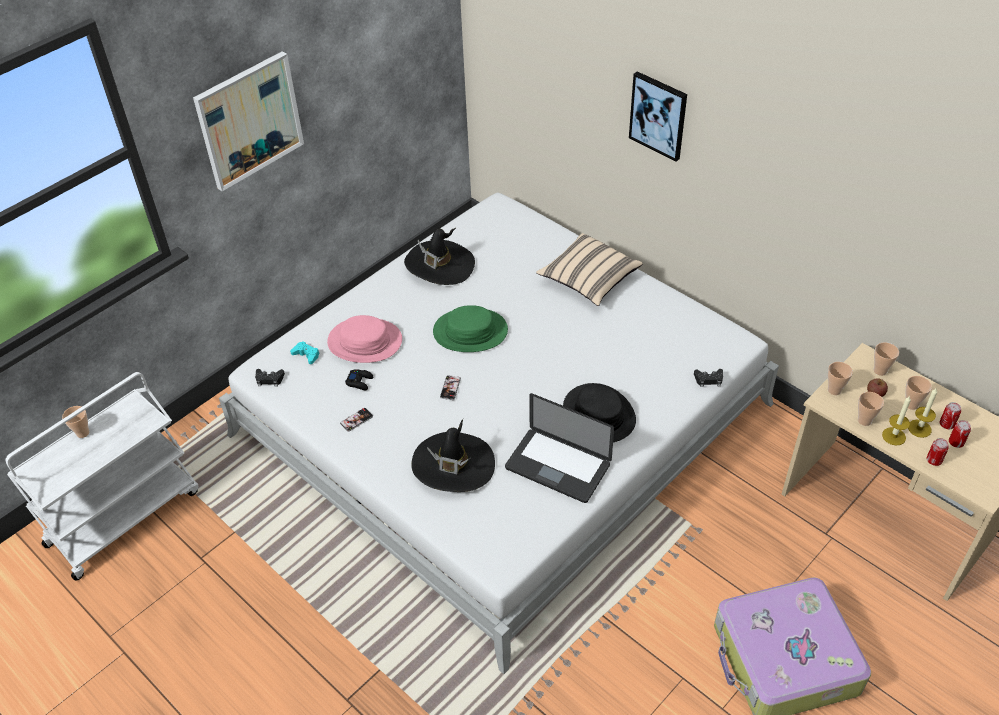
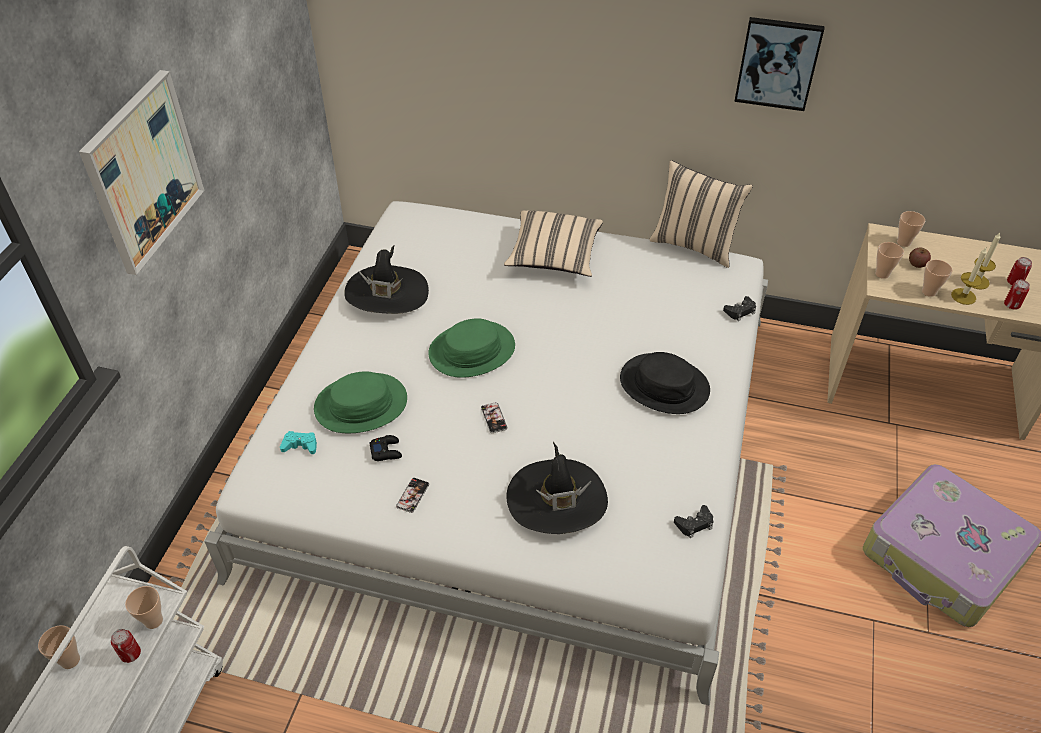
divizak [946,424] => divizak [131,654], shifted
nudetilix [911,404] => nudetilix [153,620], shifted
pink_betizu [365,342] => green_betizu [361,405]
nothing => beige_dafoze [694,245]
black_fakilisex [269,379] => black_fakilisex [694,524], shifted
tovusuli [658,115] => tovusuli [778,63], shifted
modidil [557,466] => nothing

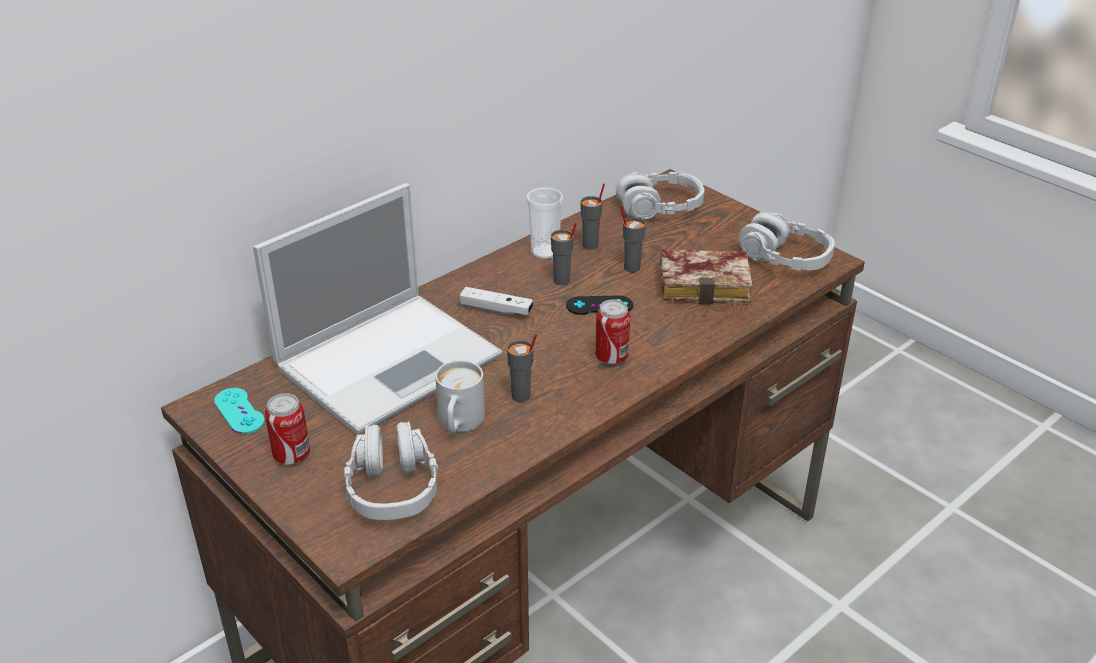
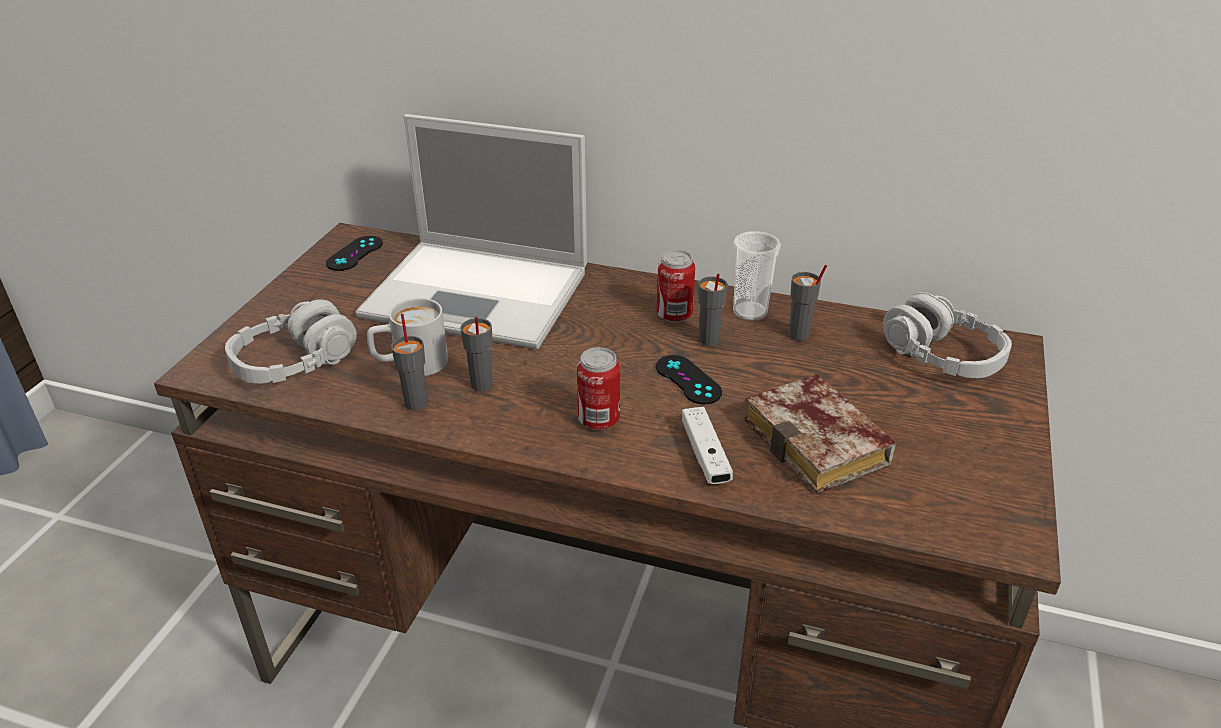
turquoise_fakilisex [239,411] => black_fakilisex [355,254]
grey_nudetilix [631,267] => grey_nudetilix [416,403], shifted
divizak [292,455] => divizak [674,315], shifted
white_fakilisex [496,309] => white_fakilisex [705,455], shifted
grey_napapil [784,258] => nothing

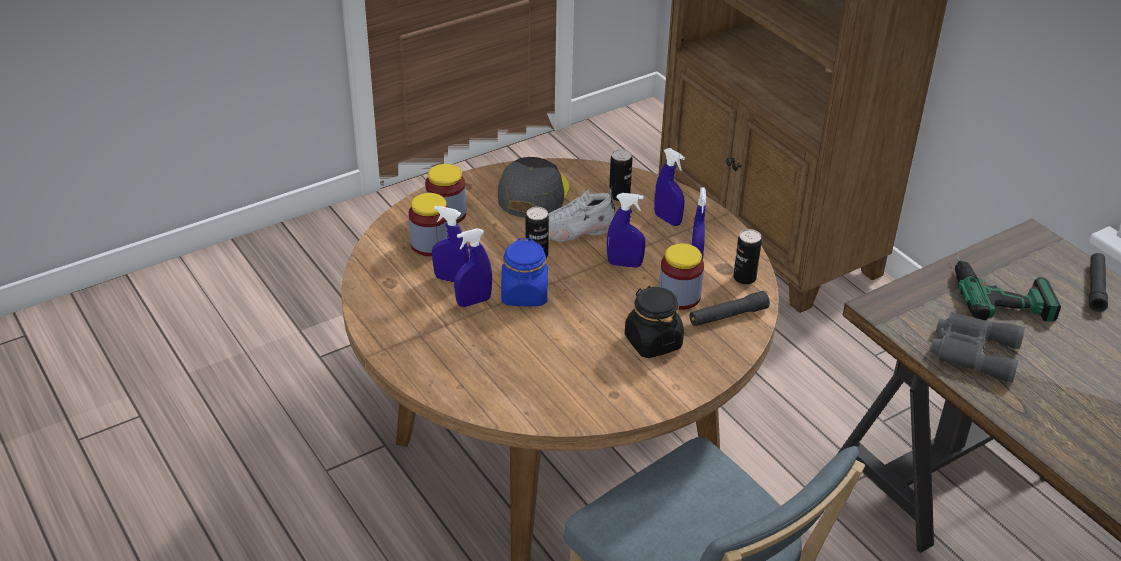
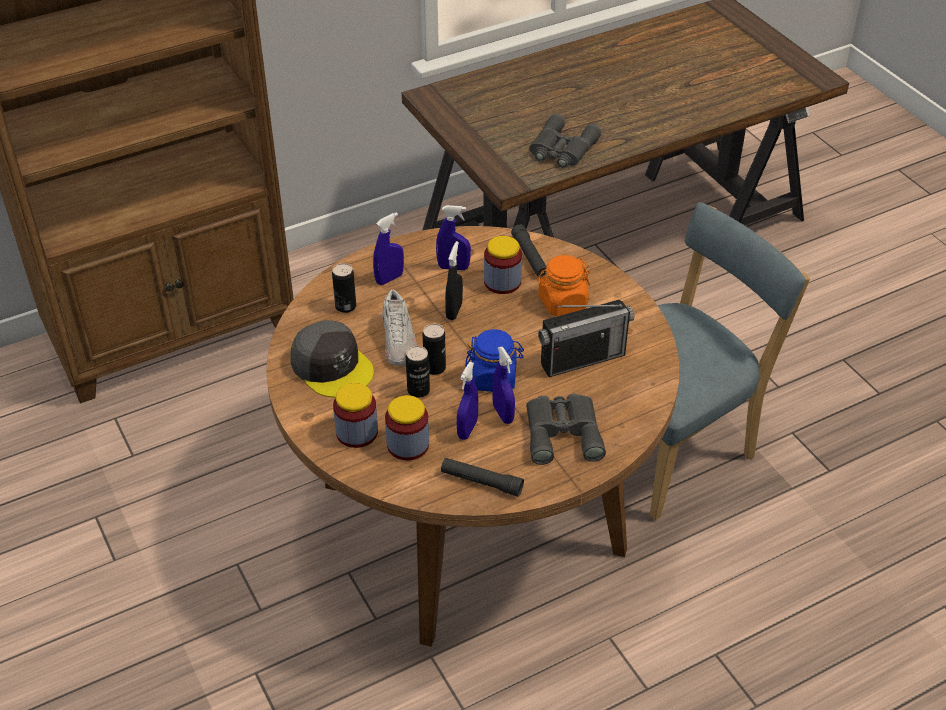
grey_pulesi [533,194] => grey_pulesi [332,366], 150 degrees counterclockwise
divizak [744,278] => divizak [418,390], shifted
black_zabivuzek [1095,287] => black_zabivuzek [481,482], shifted
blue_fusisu [624,264] => black_fusisu [454,311]
nothing => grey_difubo [563,432]
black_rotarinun [652,342] => orange_rotarinun [562,303]
nothing => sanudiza [582,359]
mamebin [997,290] => nothing

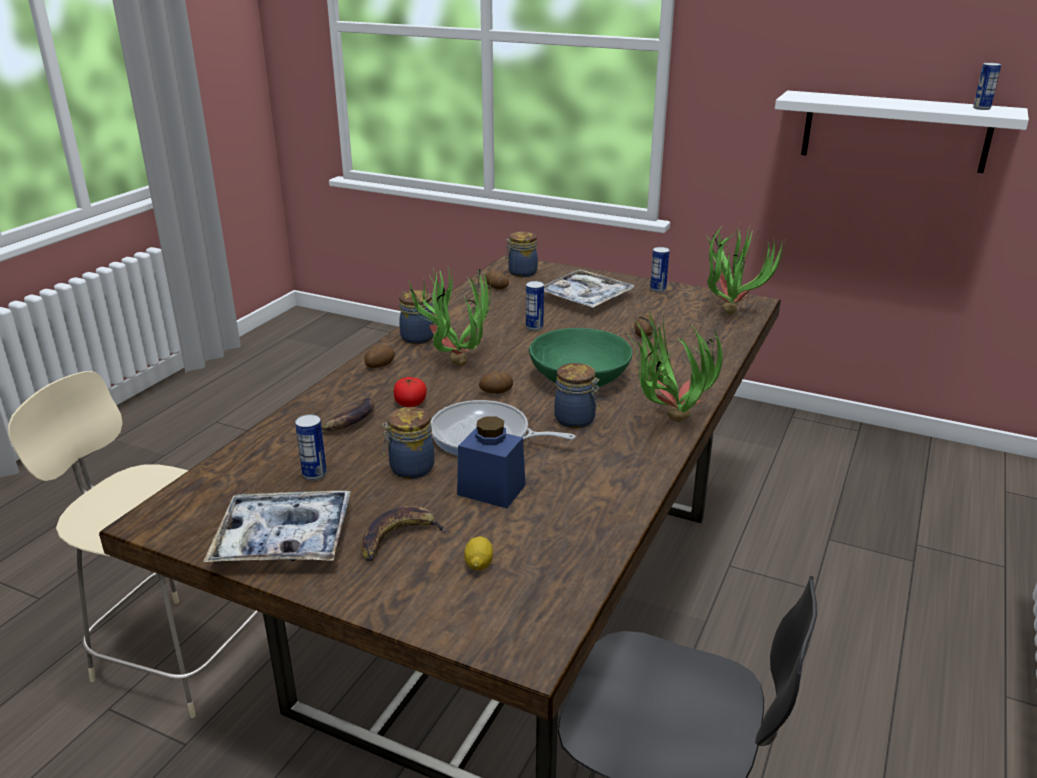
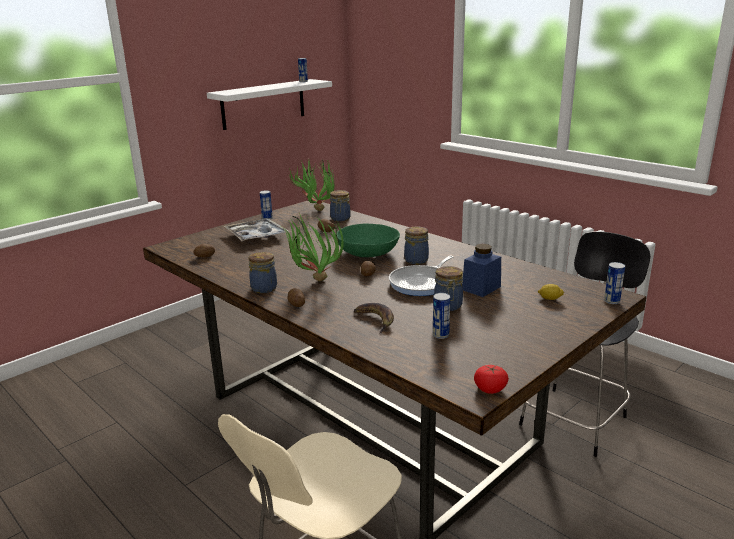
rotarinun [521,273] => rotarinun [340,219], shifted
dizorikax [410,403] => dizorikax [490,388], shifted
divizak [534,327] => divizak [611,301], shifted
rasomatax [284,539] => nothing
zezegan [399,538] => nothing
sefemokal [666,421] => nothing

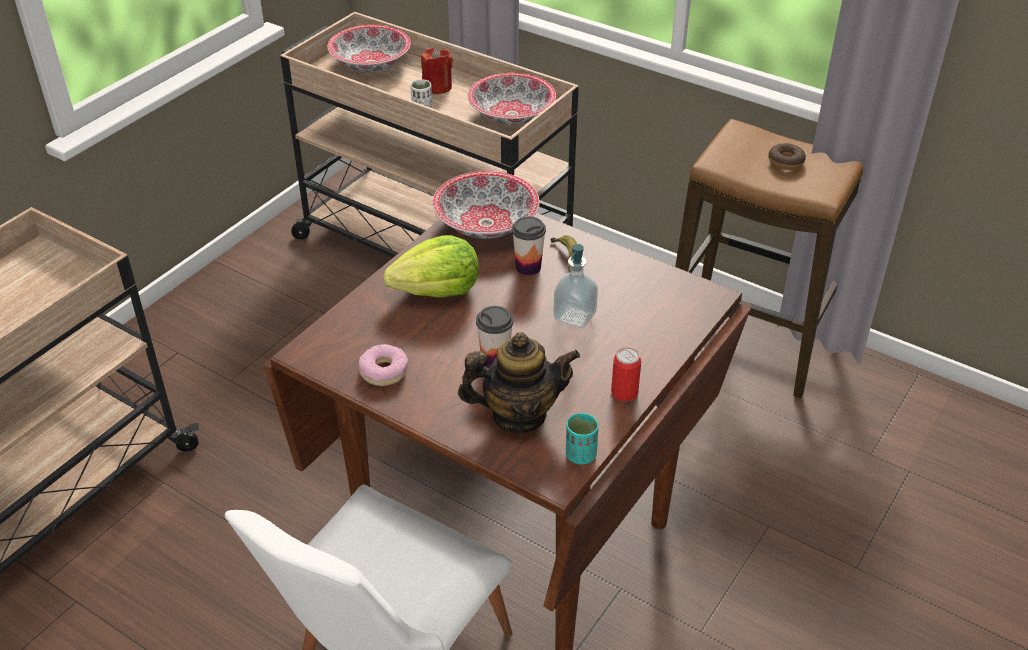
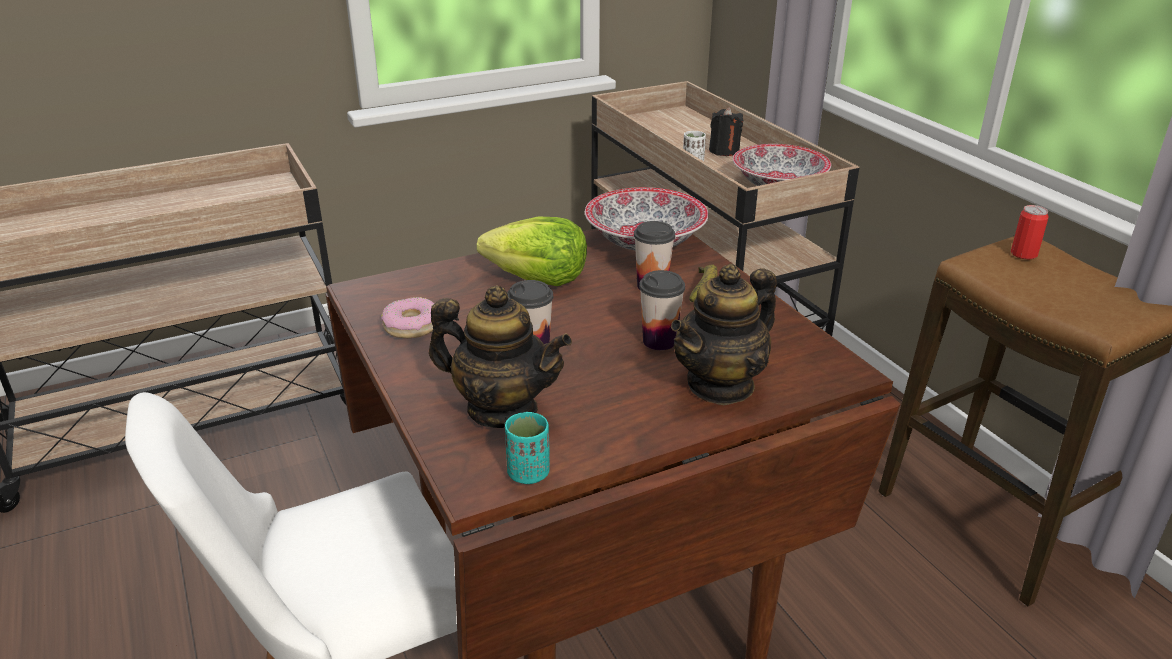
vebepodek [574,316] => nudetilix [659,341]
nothing => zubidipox [721,385]
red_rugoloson [437,87] => black_rugoloson [724,151]
divizak [624,392] => divizak [1023,254], shifted
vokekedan [370,63] => nothing
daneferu [785,161] => nothing

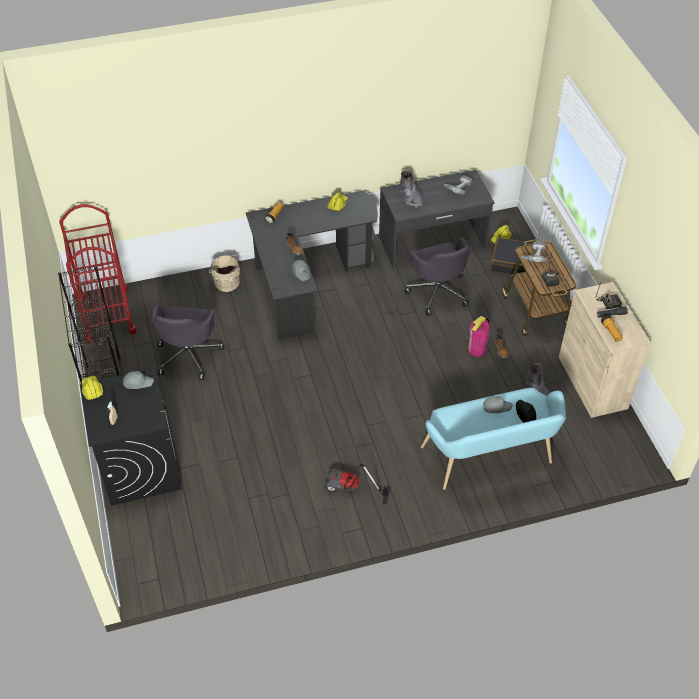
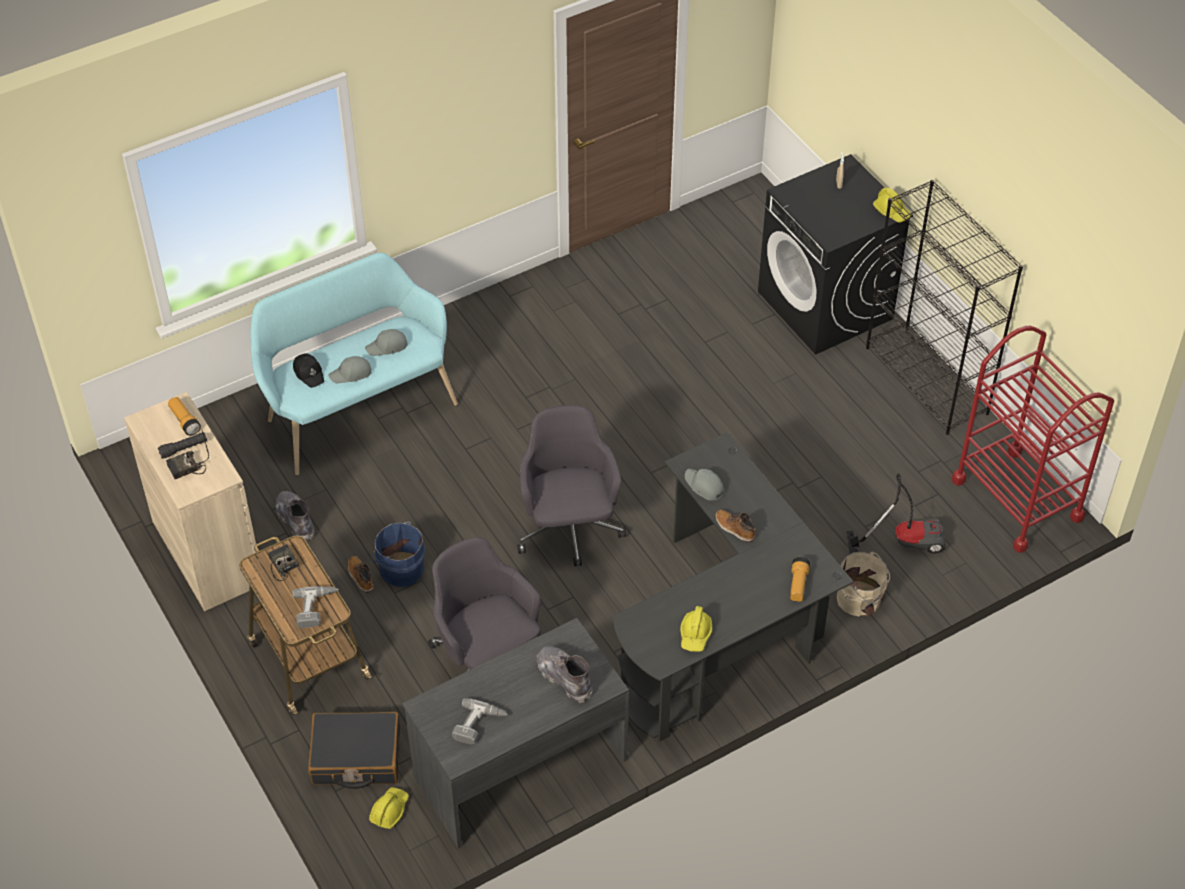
grey_pulesi [137,382] => grey_pulesi [387,346], shifted
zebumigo [477,349] => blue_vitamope [400,568]
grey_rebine [189,355] => grey_rebine [569,529], shifted
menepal [351,489] => menepal [904,539], shifted

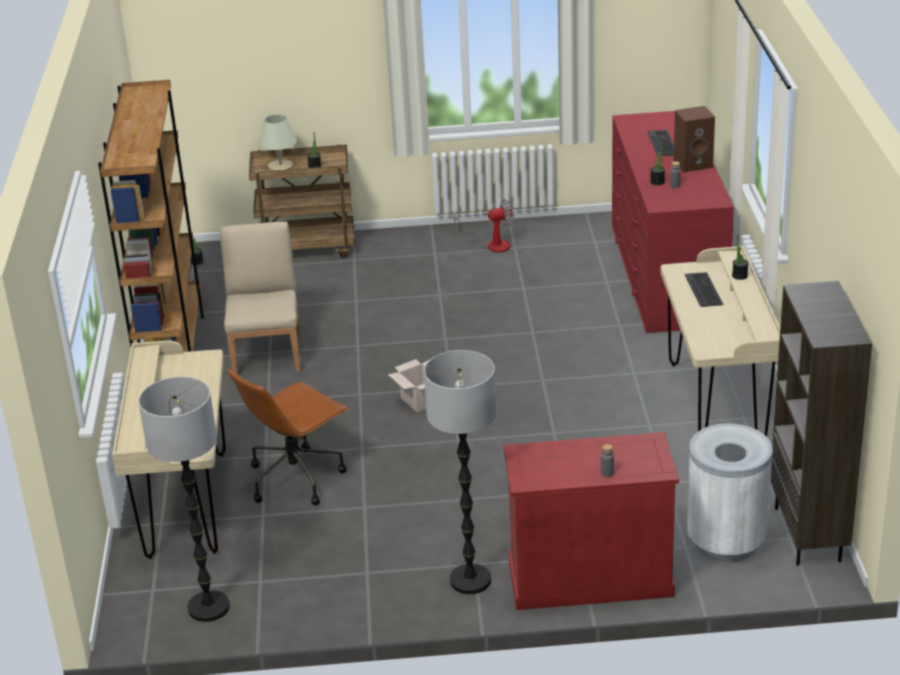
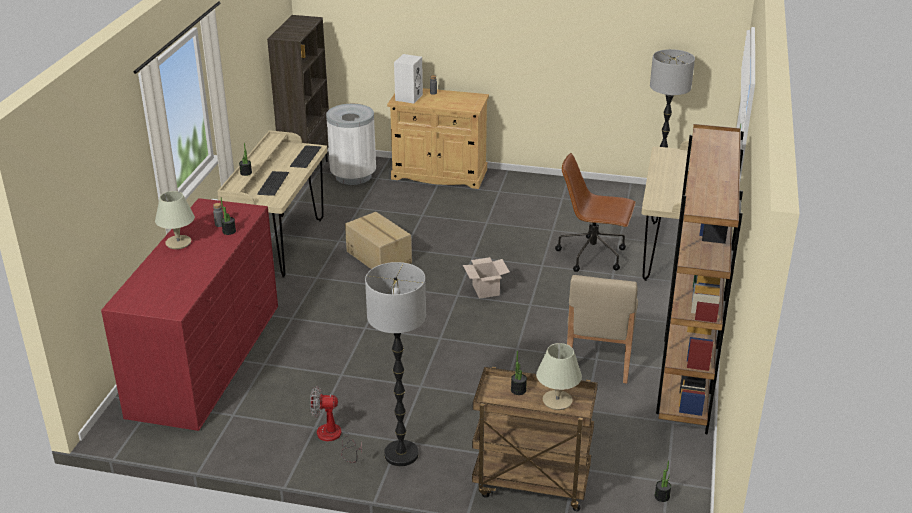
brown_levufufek [693,163] => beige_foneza [178,243]
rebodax [663,143] => rebodax [305,157], shifted
nothing => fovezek [379,257]
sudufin [470,580] => sudufin [401,454], shifted
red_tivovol [590,578] => beige_tivovol [439,174]
nothing => white_levufufek [408,97]
brown_rebine [296,477] => brown_rebine [593,255], 135 degrees counterclockwise

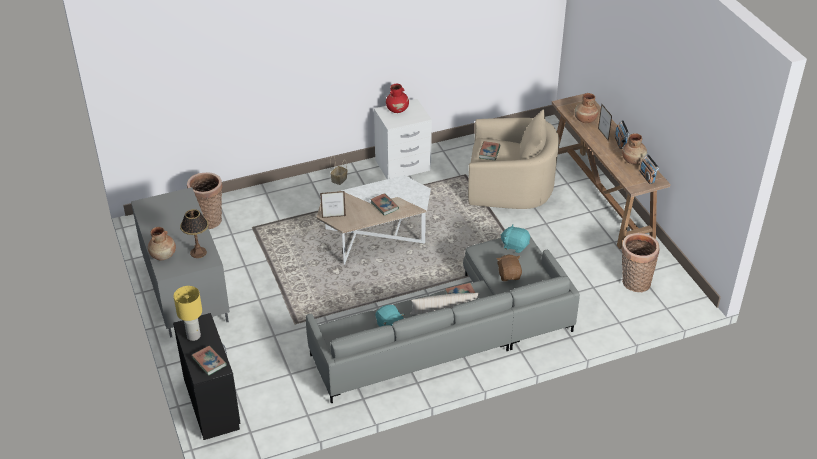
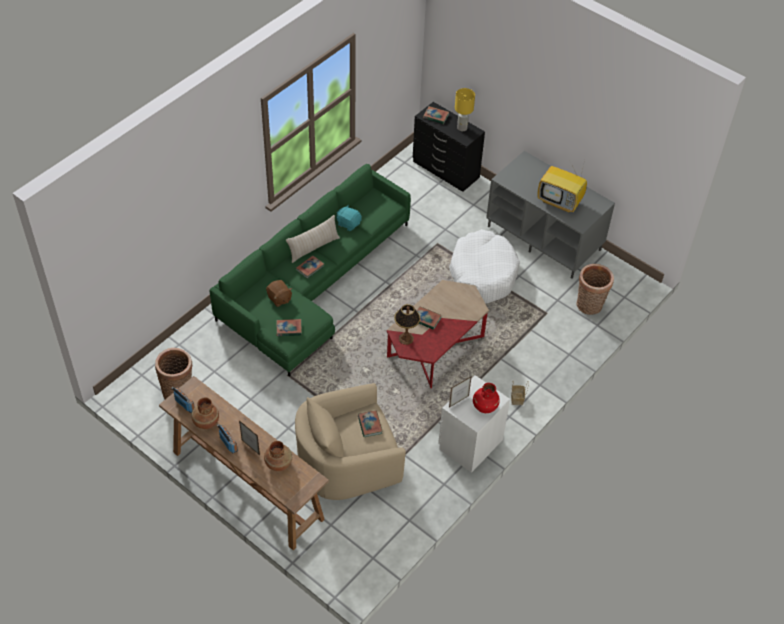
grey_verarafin [452,332] => green_verarafin [313,283]
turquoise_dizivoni [515,245] => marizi [289,329]
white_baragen [375,236] => red_baragen [435,347]
foneza [198,252] => foneza [406,338], shifted
nothing => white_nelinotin [483,274]
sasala [333,217] => sasala [459,401], shifted
nothing => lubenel [560,202]
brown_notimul [163,255] => nothing

